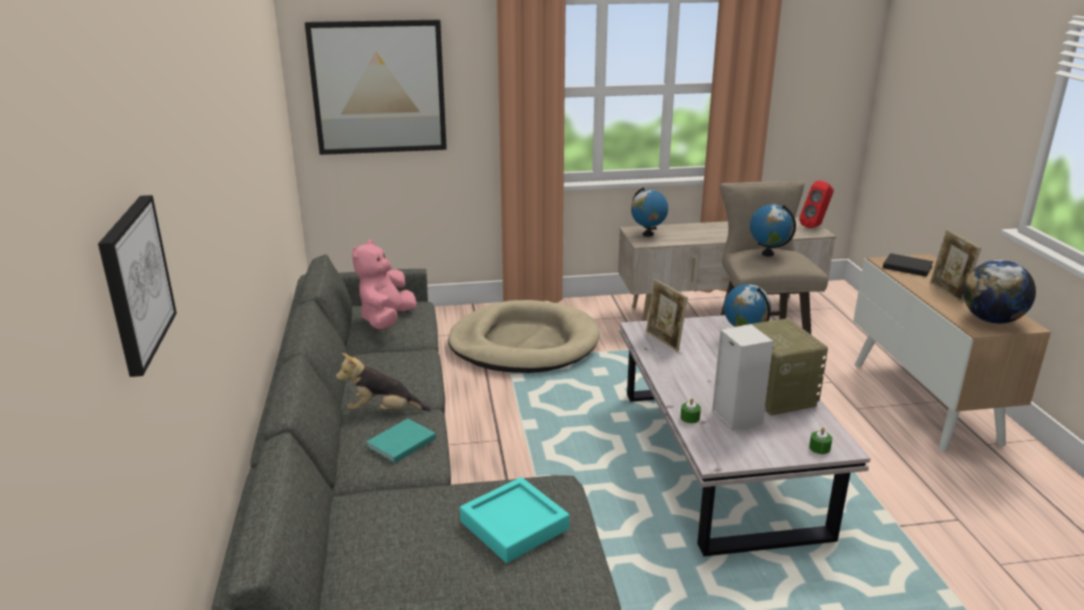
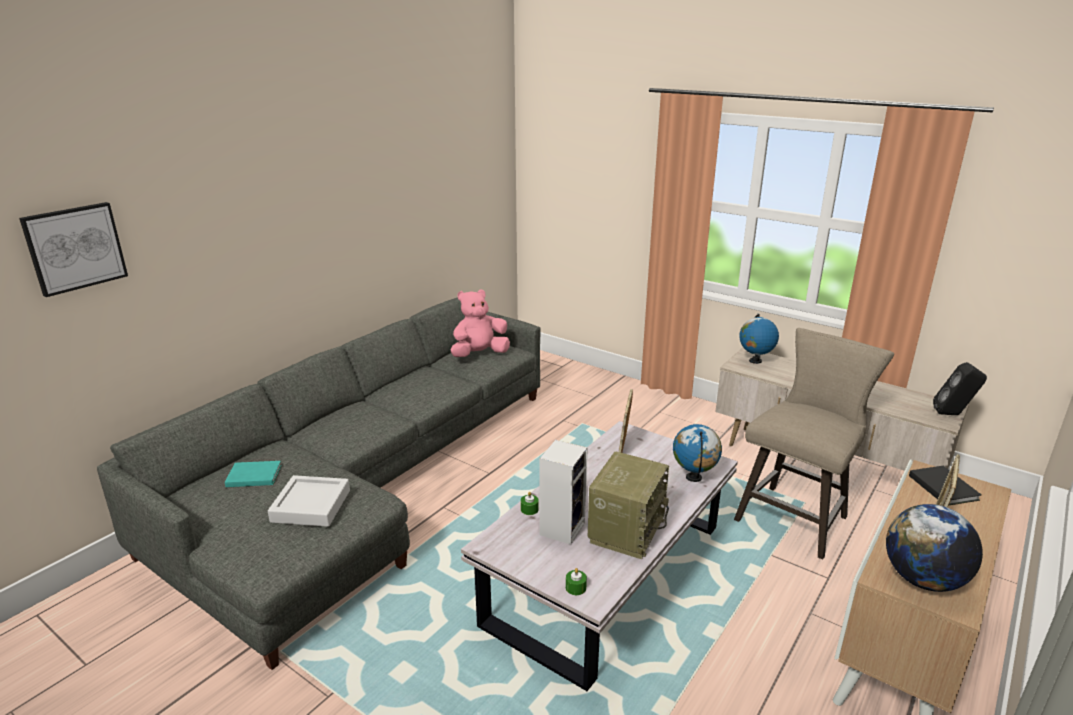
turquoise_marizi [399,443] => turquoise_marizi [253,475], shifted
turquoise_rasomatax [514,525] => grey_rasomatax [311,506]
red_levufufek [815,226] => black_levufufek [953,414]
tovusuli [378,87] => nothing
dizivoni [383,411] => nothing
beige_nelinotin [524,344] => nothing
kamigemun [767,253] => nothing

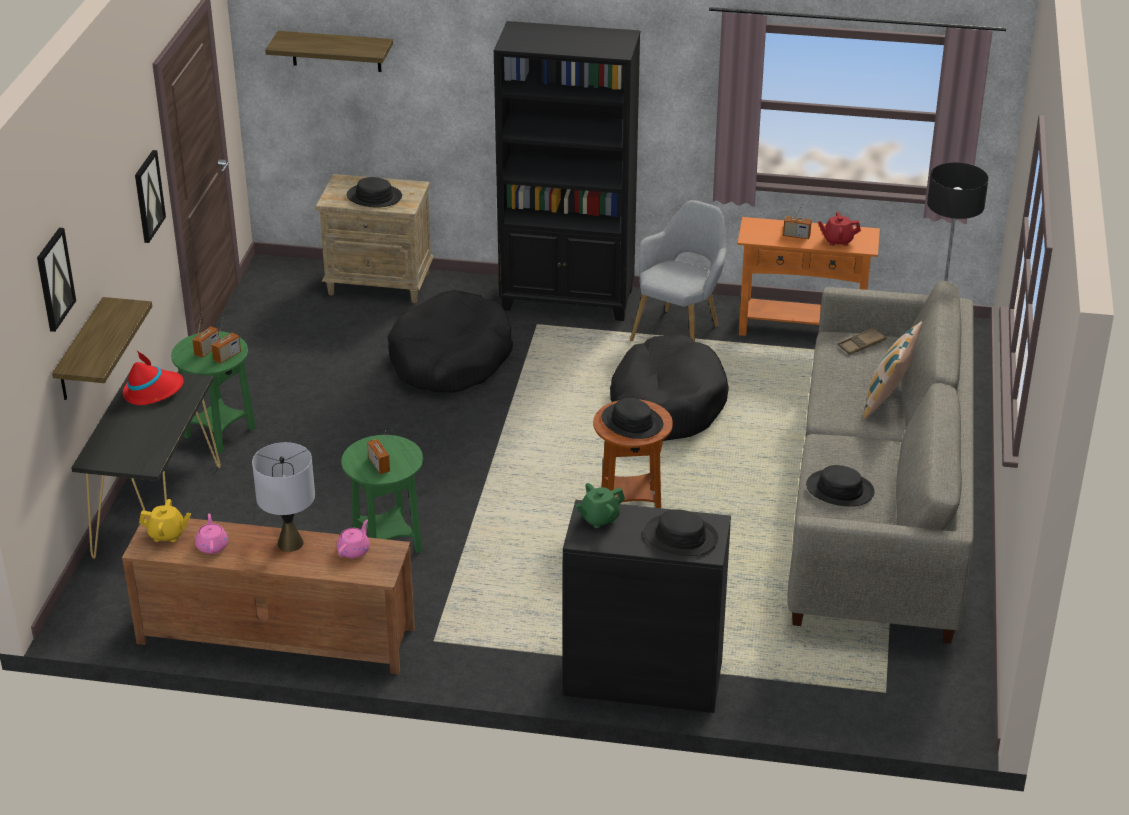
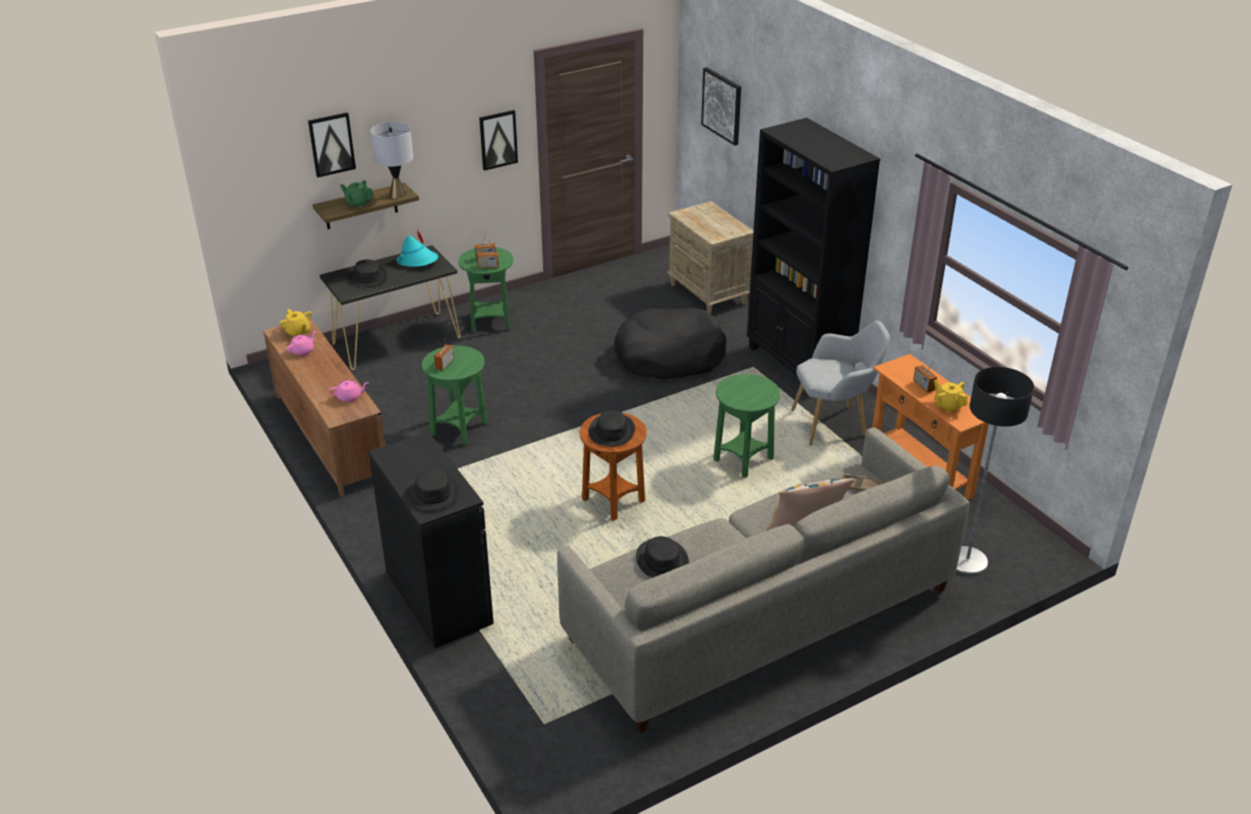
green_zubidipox [599,518] => green_zubidipox [358,203], shifted
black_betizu [374,197] => black_betizu [367,276], shifted
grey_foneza [290,543] => grey_foneza [398,194], shifted
red_betizu [153,391] => turquoise_betizu [418,261]
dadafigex [336,51] => tovusuli [722,105]
black_nelinotin [666,404] => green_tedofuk [743,460]
red_zubidipox [837,240] => yellow_zubidipox [948,405]

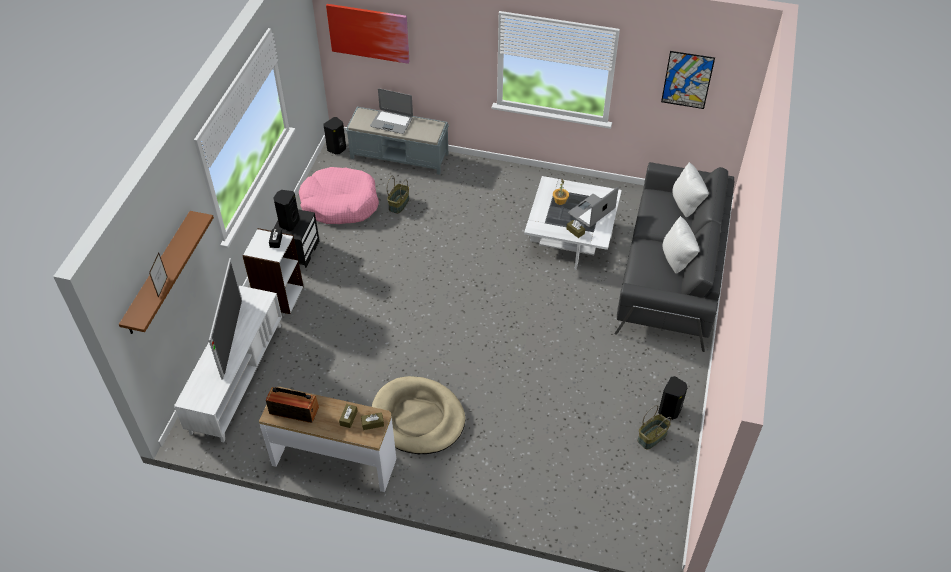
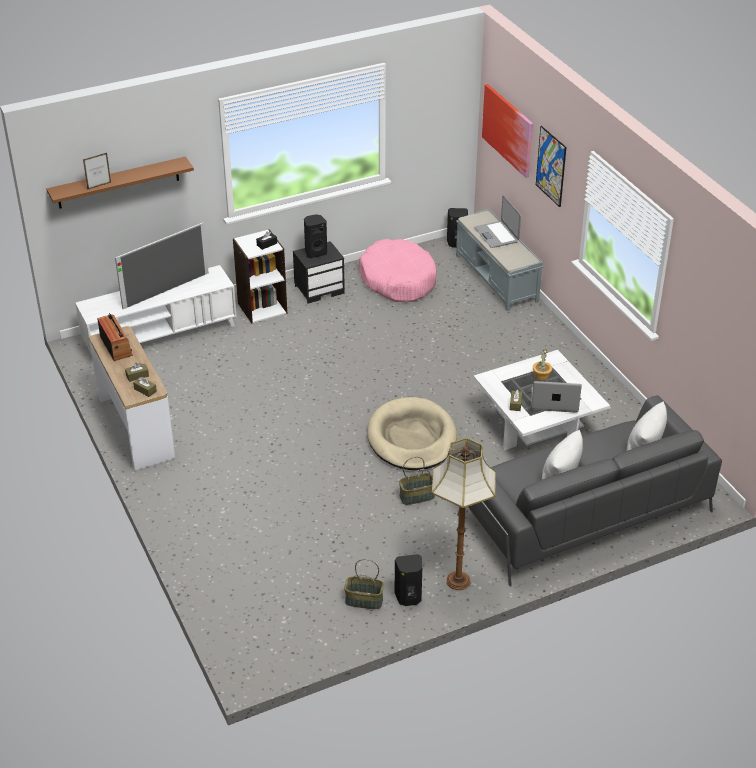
beige_nelinotin [418,418] => beige_nelinotin [412,438], shifted
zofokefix [398,204] => zofokefix [417,496], shifted
nothing => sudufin [459,582]
tovusuli [687,80] => tovusuli [551,166], shifted

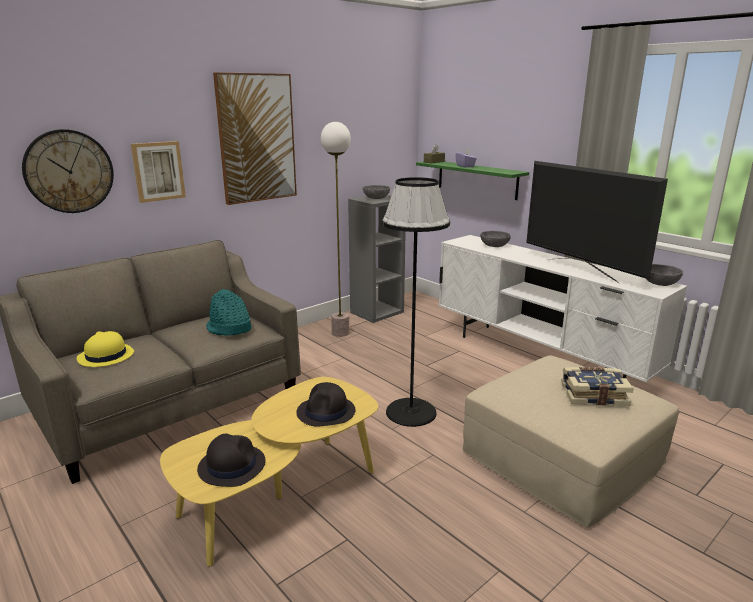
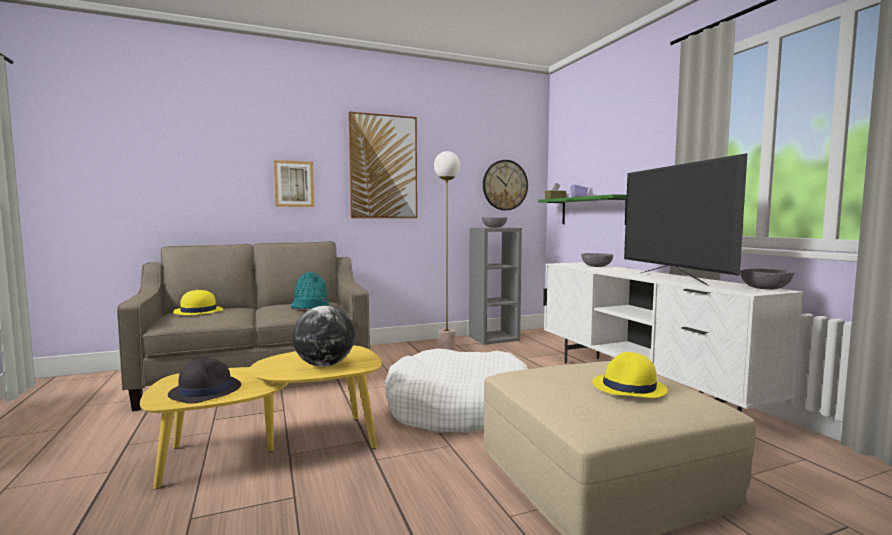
black_betizu [326,412] => kamigemun [325,365]
black_sudufin [411,412] => white_nelinotin [459,409]
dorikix [69,171] => dorikix [505,185], shifted
marizi [593,394] => yellow_betizu [629,387]

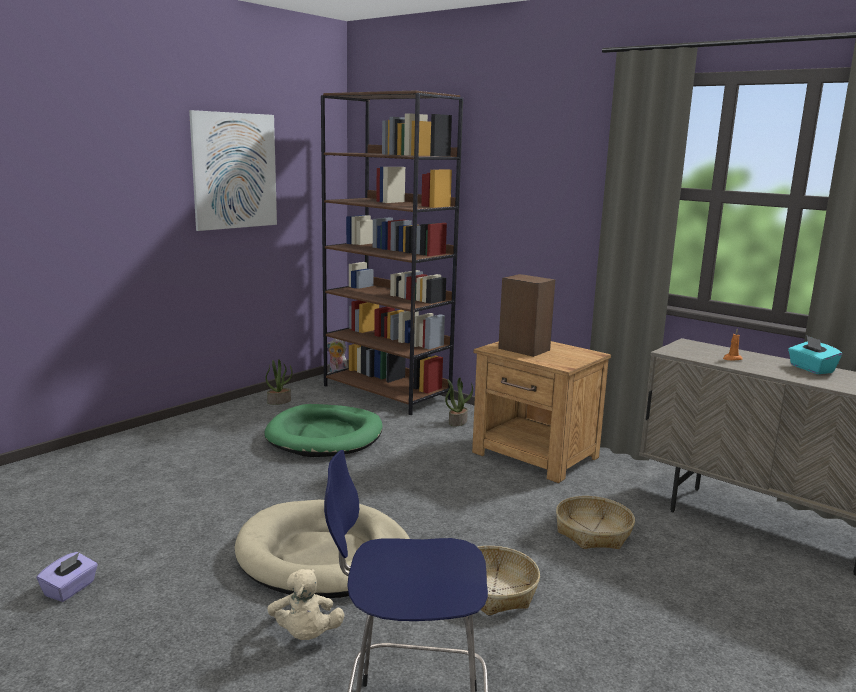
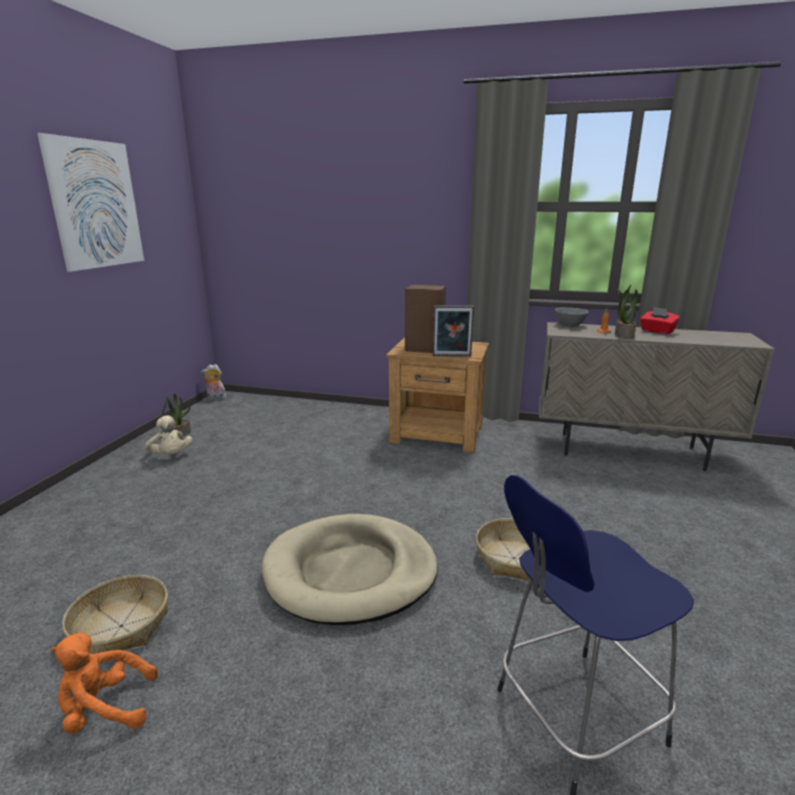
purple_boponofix [70,589] => orange_dizivoni [105,710]
zofokefix [592,532] => zofokefix [120,626], shifted
beige_dizivoni [305,635] => beige_dizivoni [171,456], shifted
nothing => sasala [452,356]
nothing => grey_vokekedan [570,325]
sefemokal [457,422] => sefemokal [623,335], shifted
turquoise_boponofix [811,369] => red_boponofix [657,331]
green_nelinotin [325,436] => nothing
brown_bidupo [387,392] => nothing

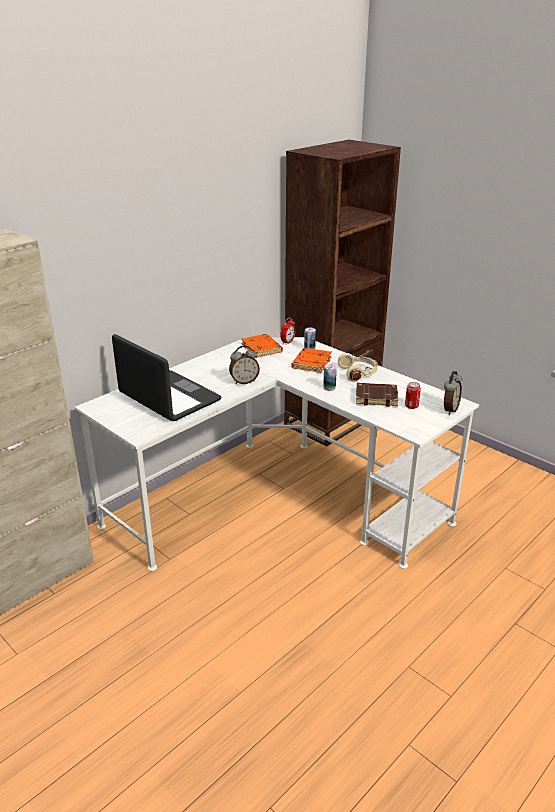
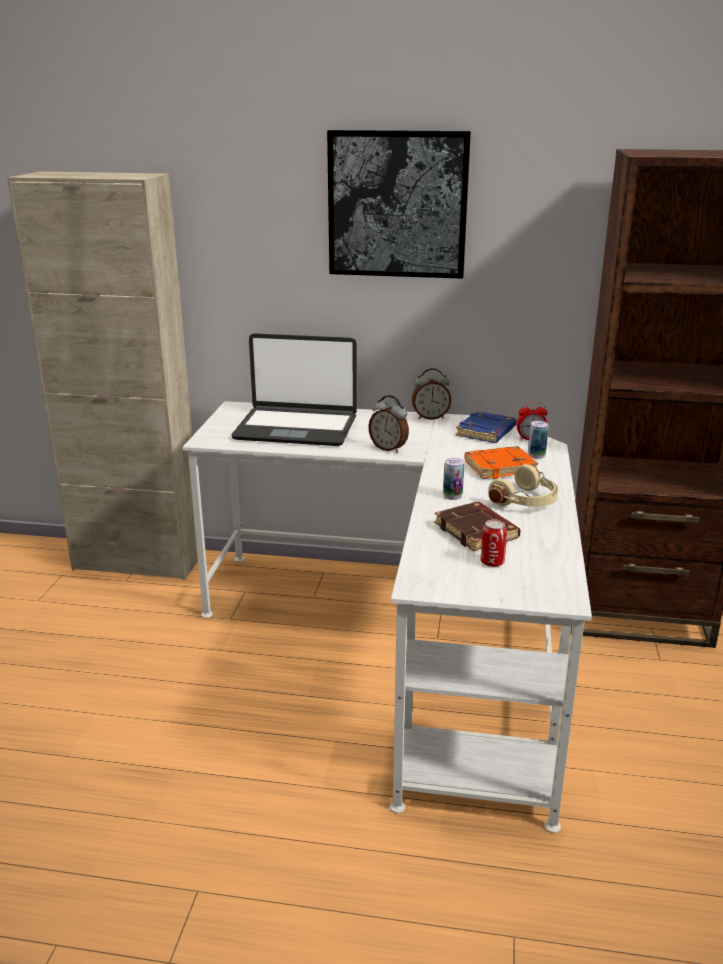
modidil [168,398] => modidil [296,428], 90 degrees clockwise
nothing => tovusuli [397,204]
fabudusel [449,409] => fabudusel [430,417], shifted
orange_marizi [262,349] => blue_marizi [486,432]

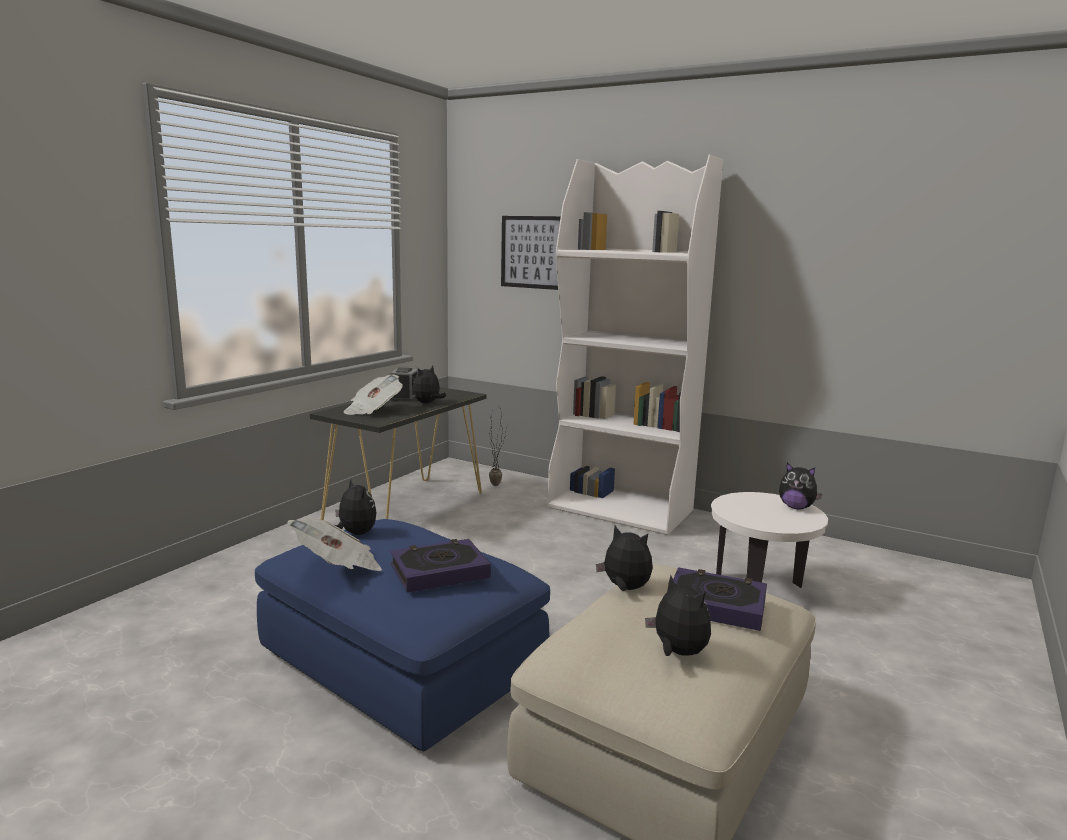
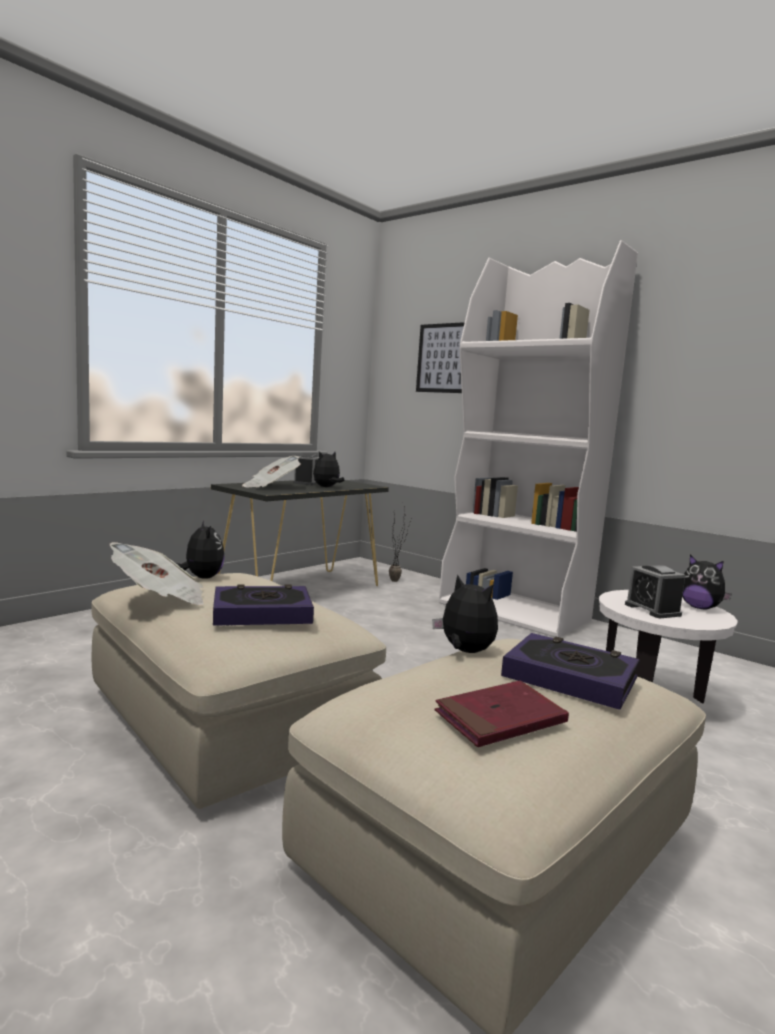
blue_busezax [400,662] => beige_busezax [225,718]
dizivoni [677,652] => red_marizi [500,718]
nothing => fabudusel [652,610]

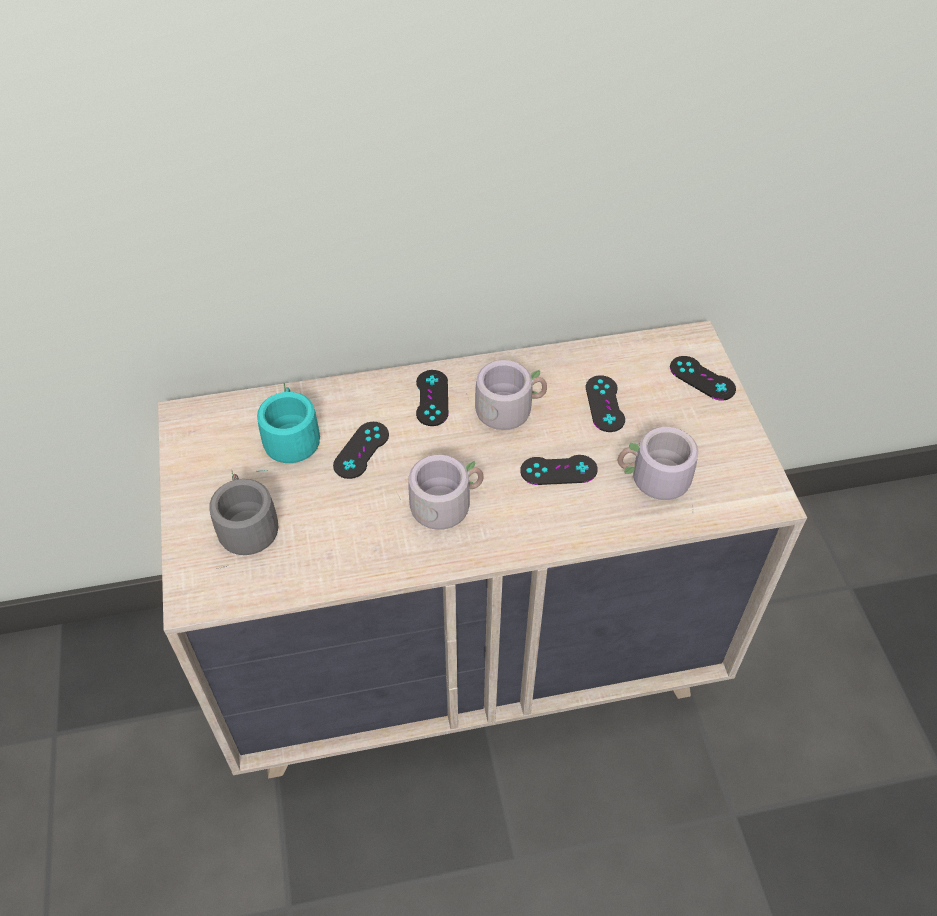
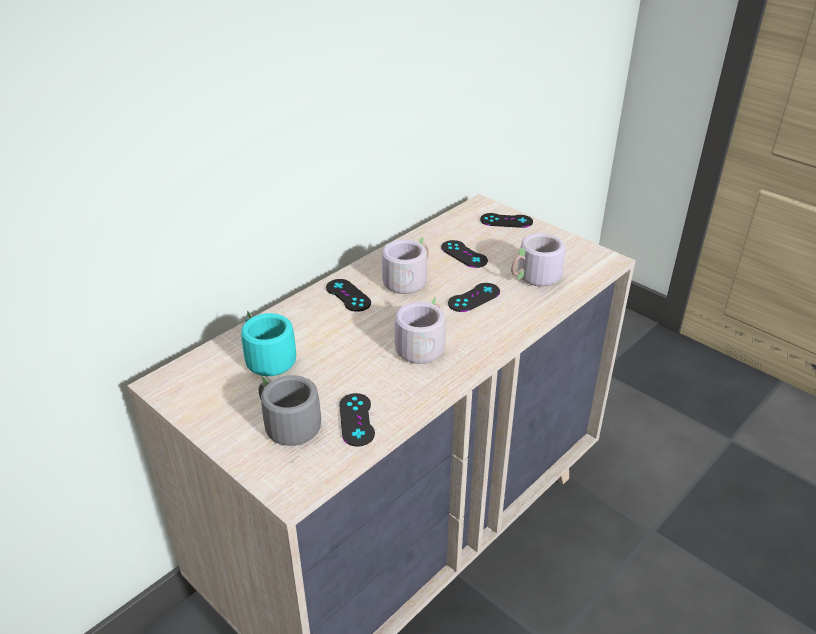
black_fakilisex [361,450] => black_fakilisex [356,419], shifted

